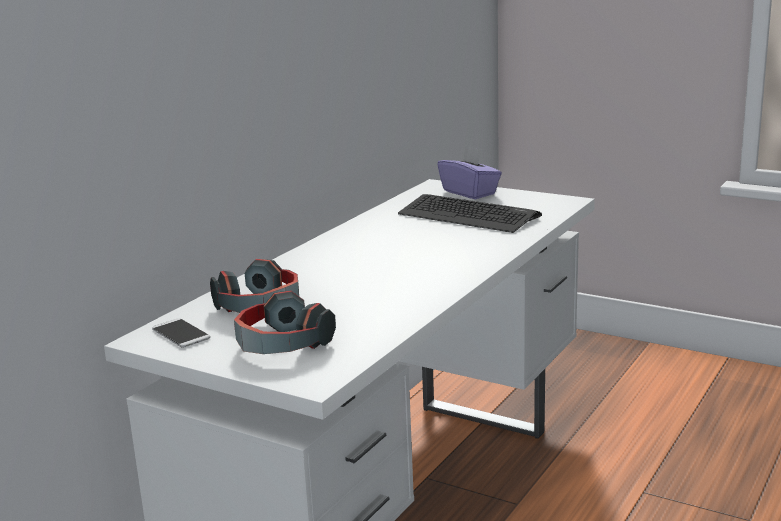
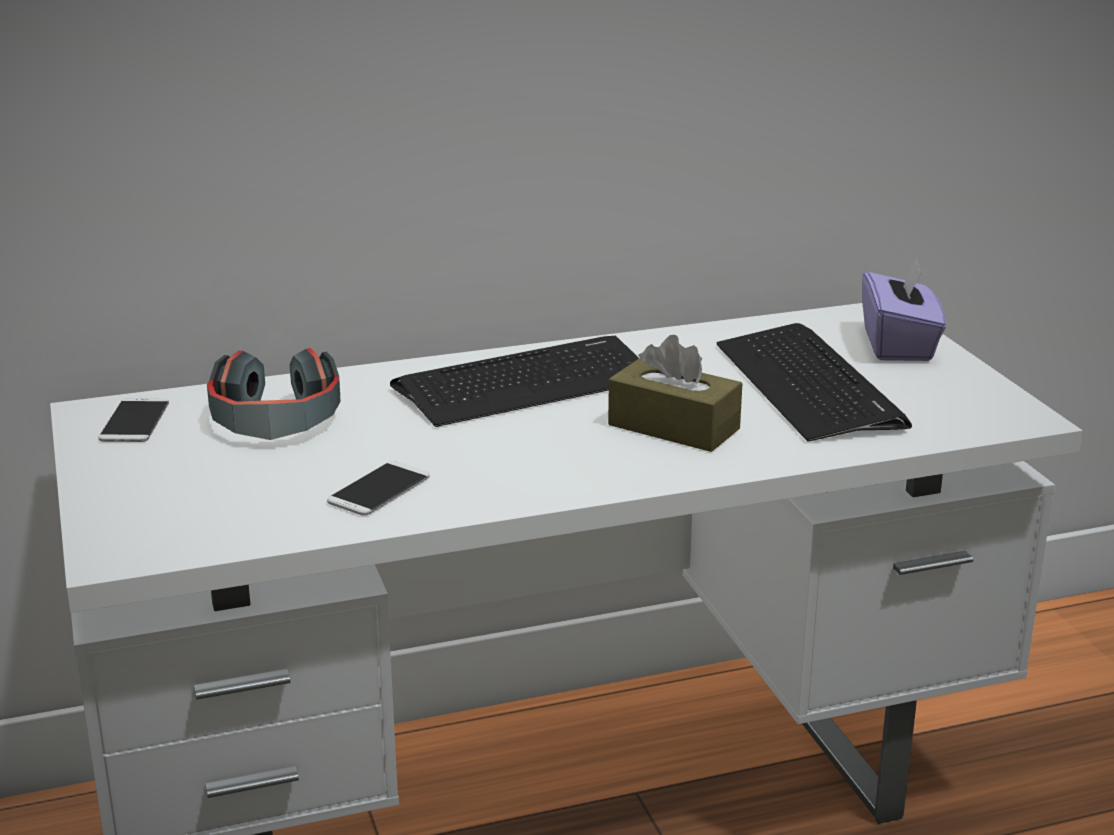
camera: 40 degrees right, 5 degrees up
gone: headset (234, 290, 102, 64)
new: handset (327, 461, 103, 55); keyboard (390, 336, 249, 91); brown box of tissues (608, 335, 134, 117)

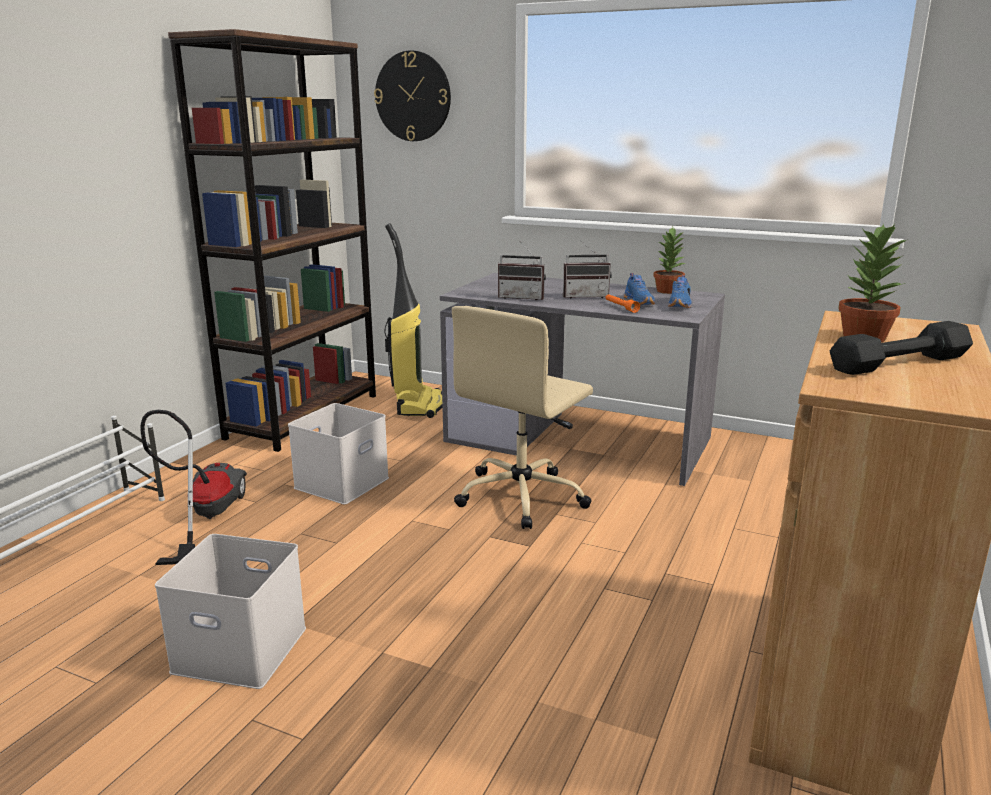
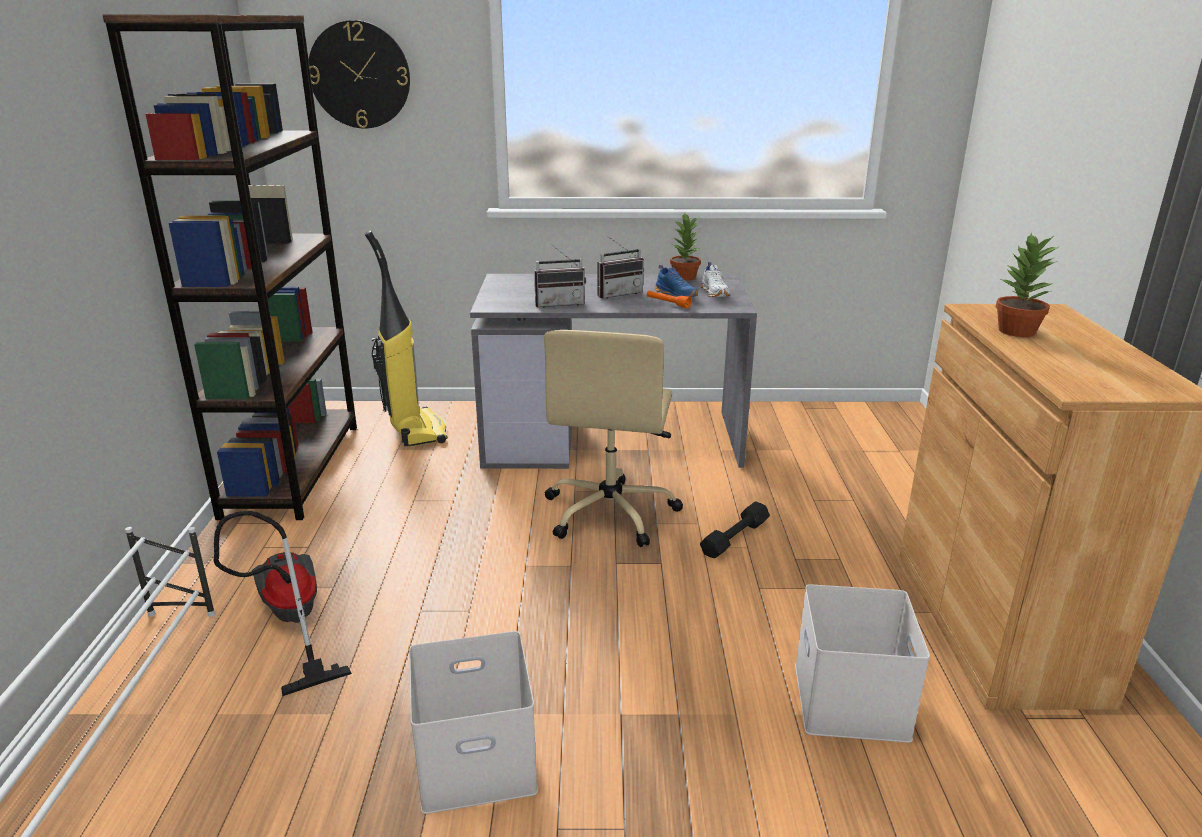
camera: 25 degrees left, 5 degrees up
shifted: blackish hand weight (830, 321, 143, 54) to (700, 501, 70, 57); white-coloured storage container (288, 403, 101, 101) to (795, 584, 135, 159)
repainted: blue item of footwear (668, 275, 24, 33) to white-coloured item of footwear (701, 262, 29, 35)

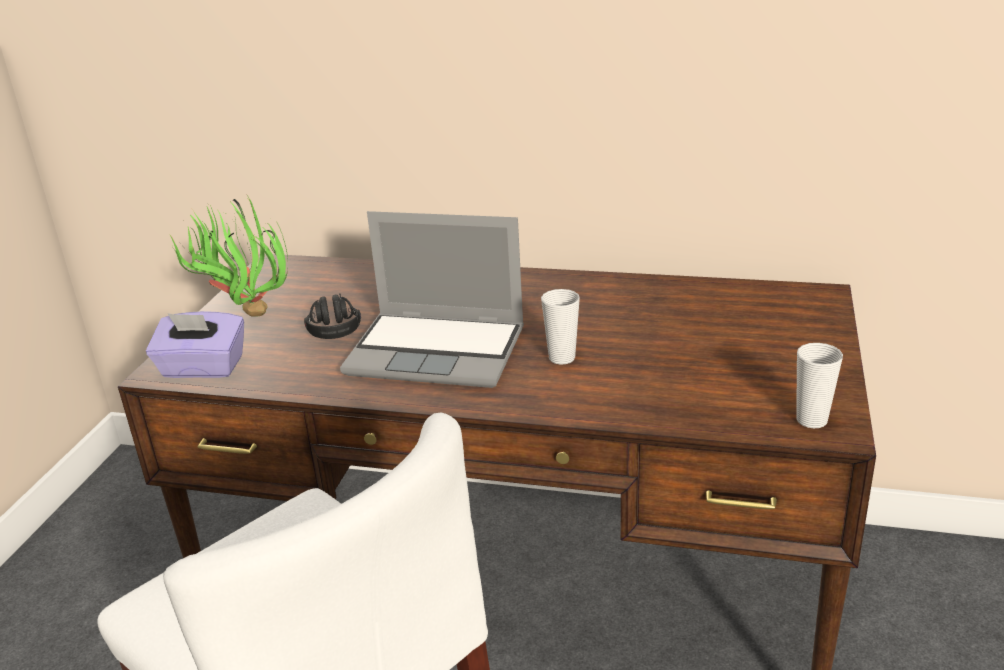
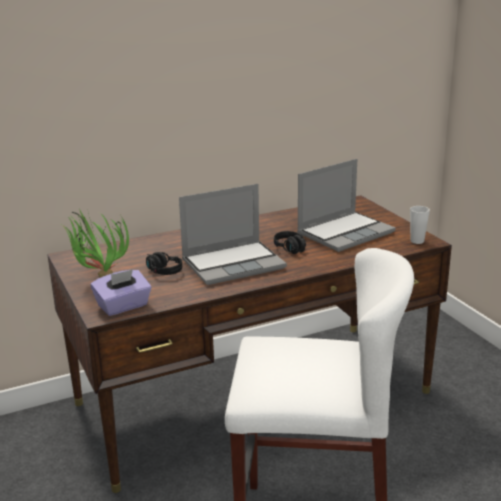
camera: 40 degrees left, 5 degrees down
new: portable computer (297, 159, 99, 93)
swapped: drinking cup (541, 289, 39, 76) to blackish headset (274, 231, 32, 23)

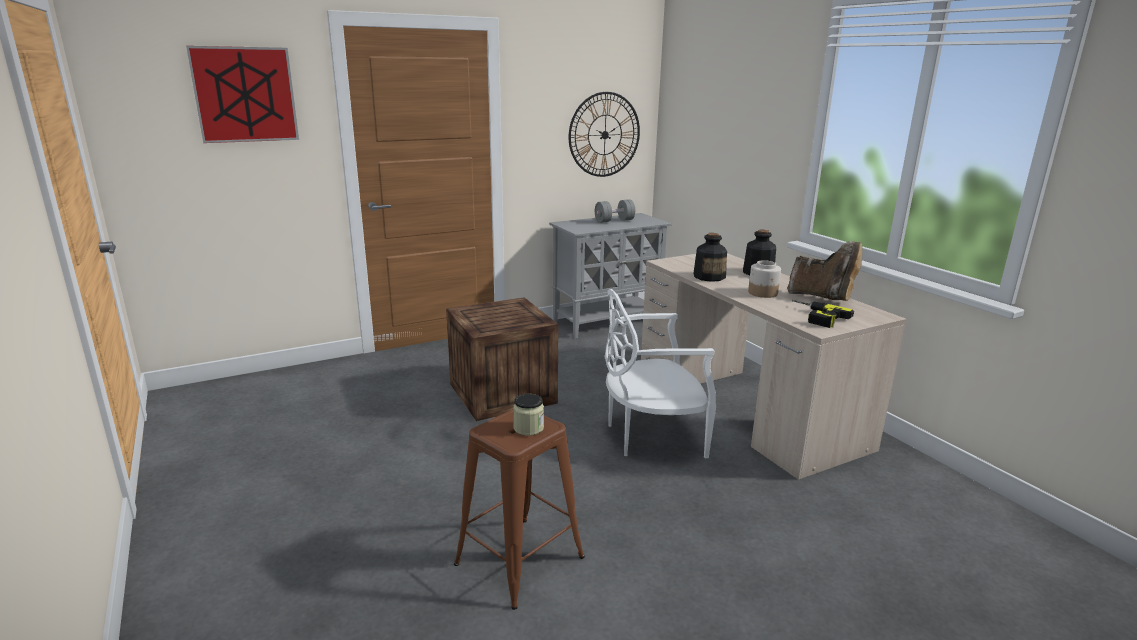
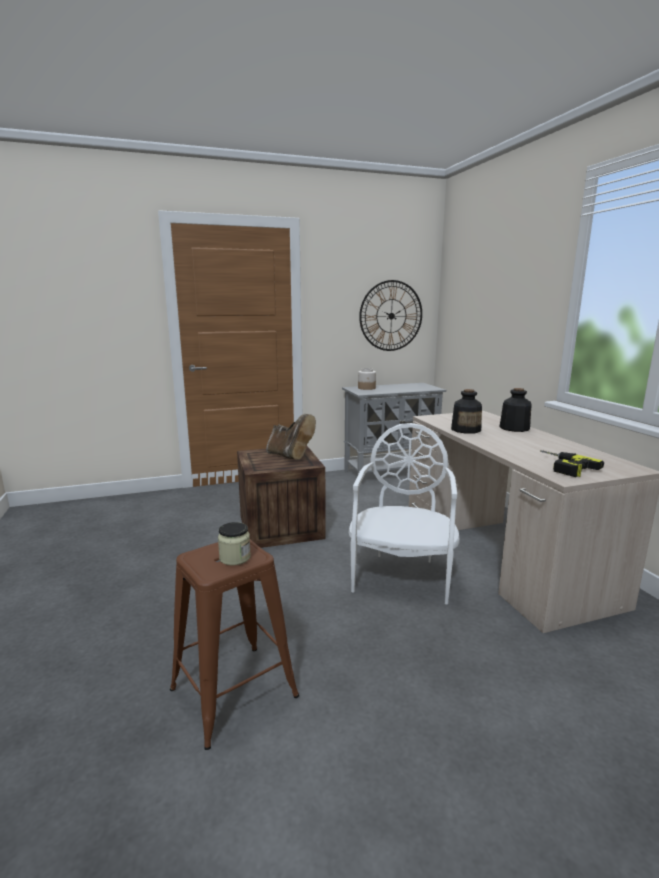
camera: 10 degrees right, 5 degrees down
gone: picture (186, 46, 113, 97); grey hand weight (595, 199, 40, 24)
shifted: brown high-top boot (788, 241, 74, 60) to (266, 414, 50, 46); storage jar (748, 260, 33, 38) to (358, 368, 18, 22)
rotated: white-coloured upright chair (605, 289, 111, 169) = (349, 423, 111, 181) 105 degrees clockwise

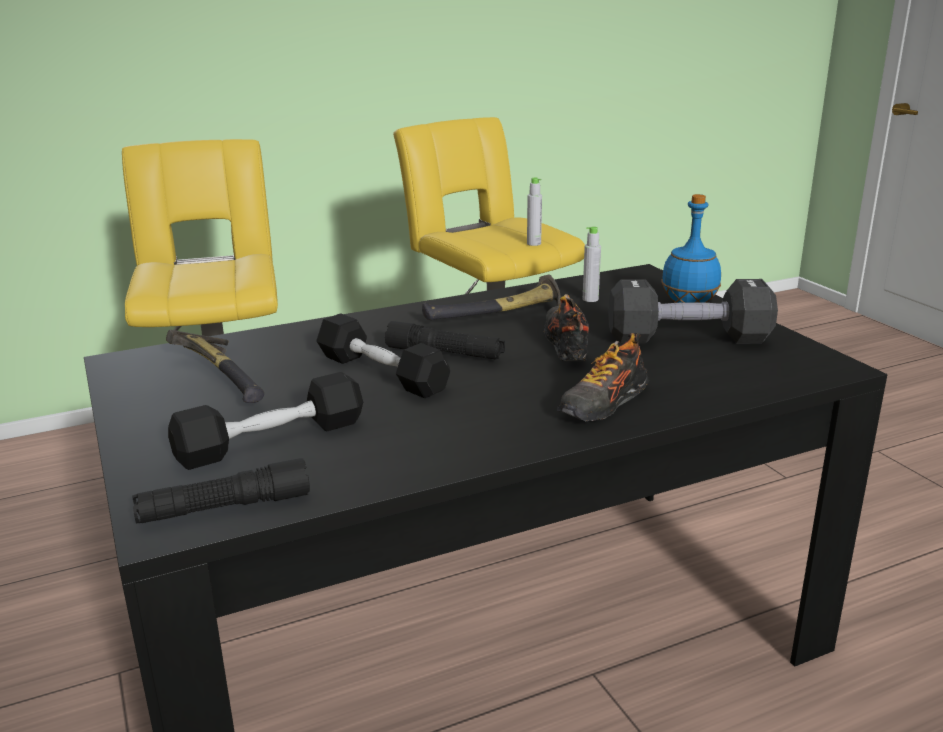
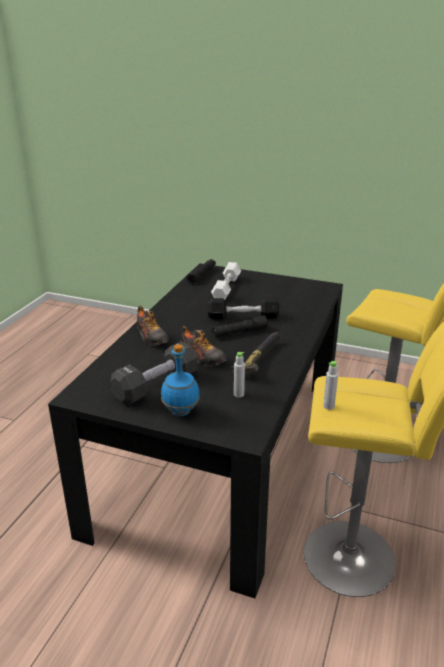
camera: 135 degrees right, 5 degrees up
gone: hand hammer (166, 330, 98, 73)
repainted: blackish hand weight (168, 372, 195, 98) to white-coloured hand weight (211, 262, 30, 38)
rotated: item of footwear (557, 333, 92, 88) = (137, 305, 32, 40) 150 degrees clockwise

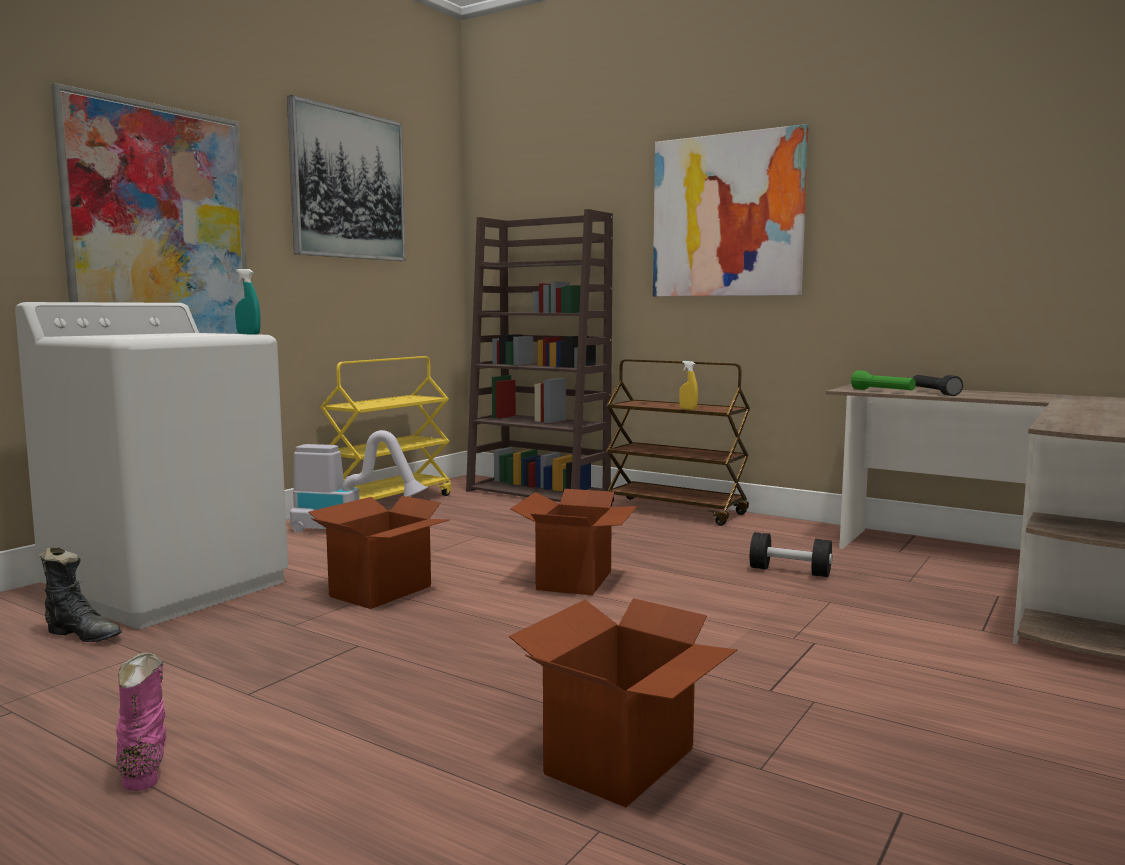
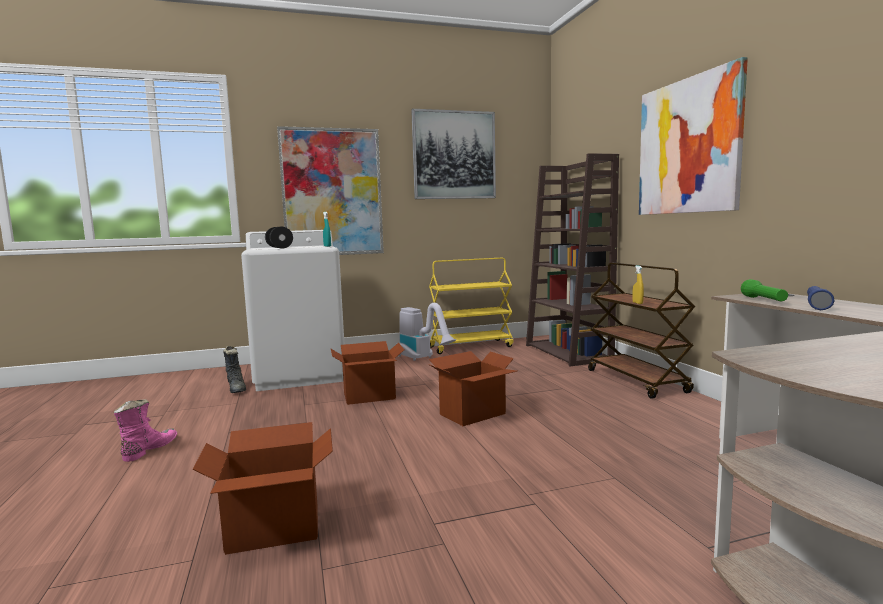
camera: 40 degrees right, 0 degrees up
shifted: blackish hand weight (750, 532, 82, 45) to (265, 227, 28, 21)
repainted: blackish torch (913, 375, 50, 21) to blue torch (807, 286, 28, 24)

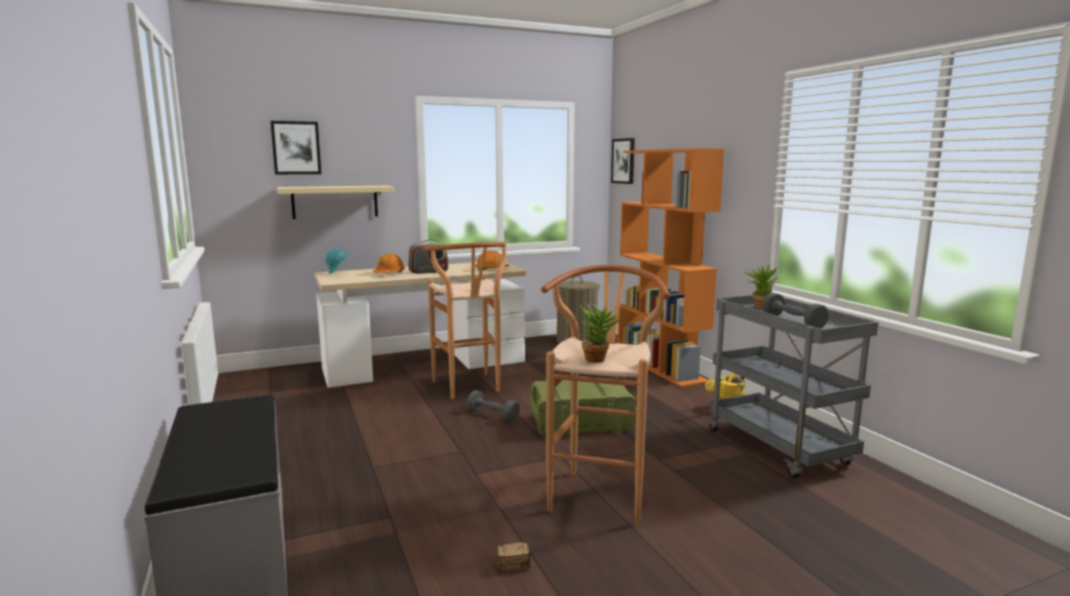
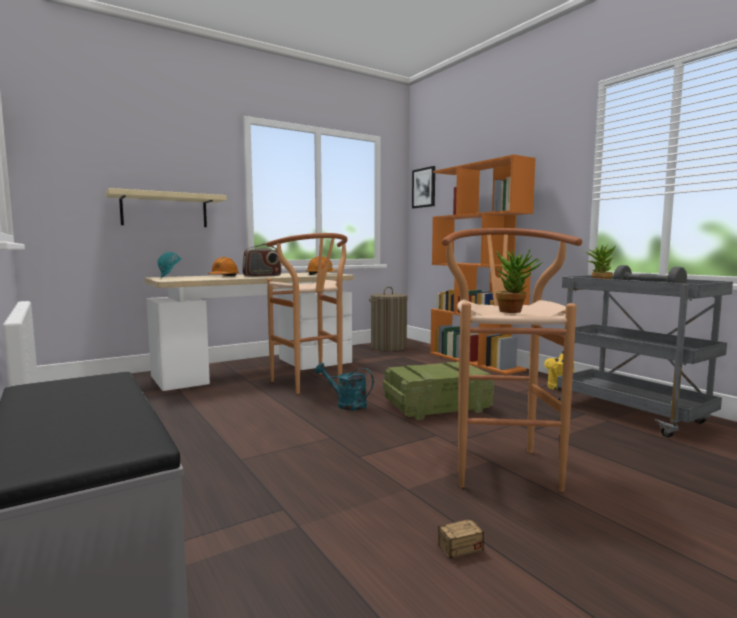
camera: 10 degrees left, 5 degrees down
gone: picture (270, 121, 51, 53)
swapped: grey hand weight (467, 390, 53, 32) to turquoise watering can (315, 363, 59, 48)

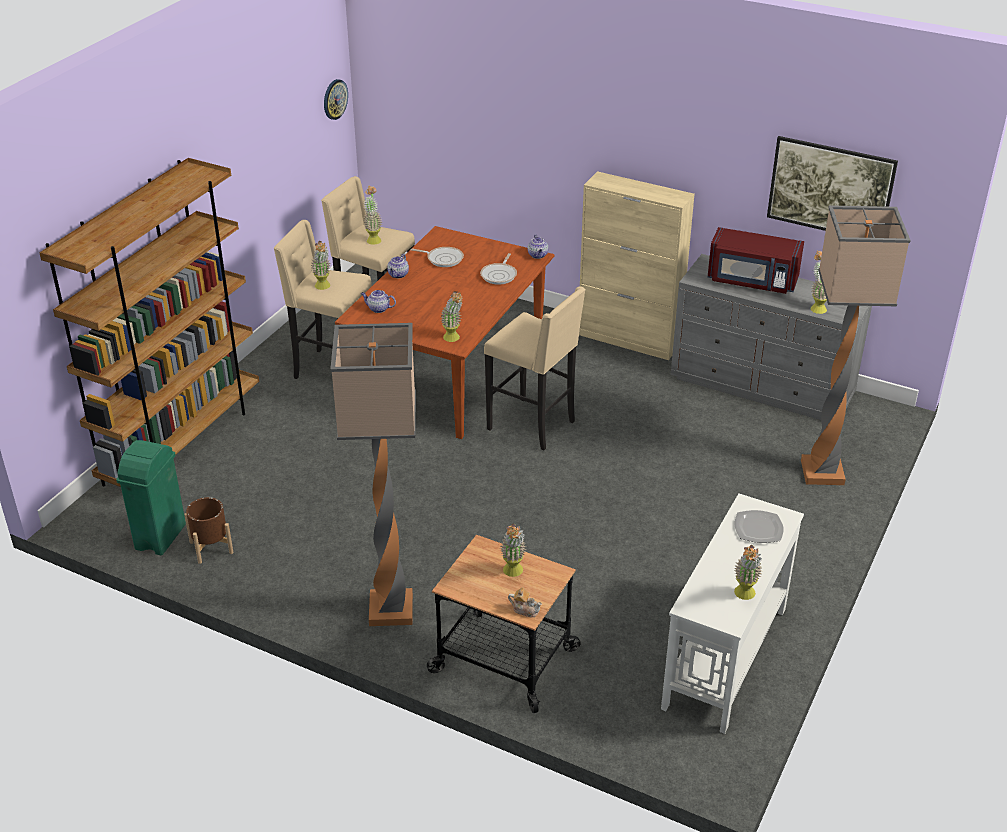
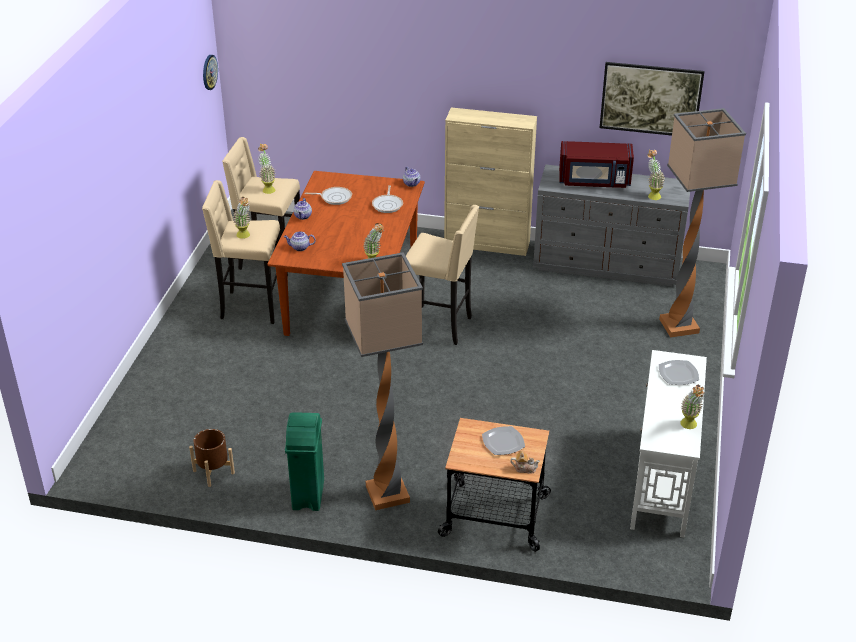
camera: 15 degrees left, 0 degrees up
gone: brown shelving unit (39, 158, 220, 329)
shifted: green-coloured waste bin (116, 440, 70, 115) to (285, 412, 39, 99)
swapped: potted plant (500, 524, 26, 53) to dinner plate (482, 426, 43, 29)

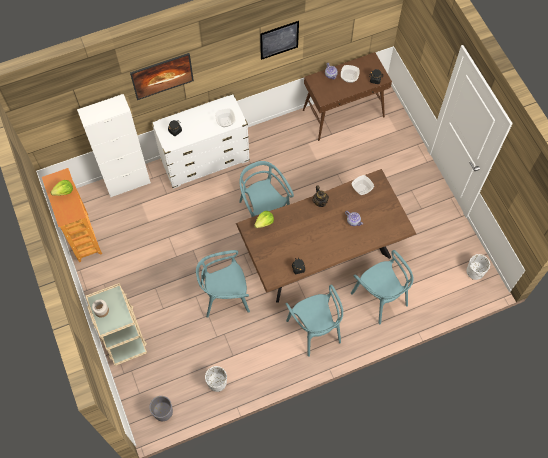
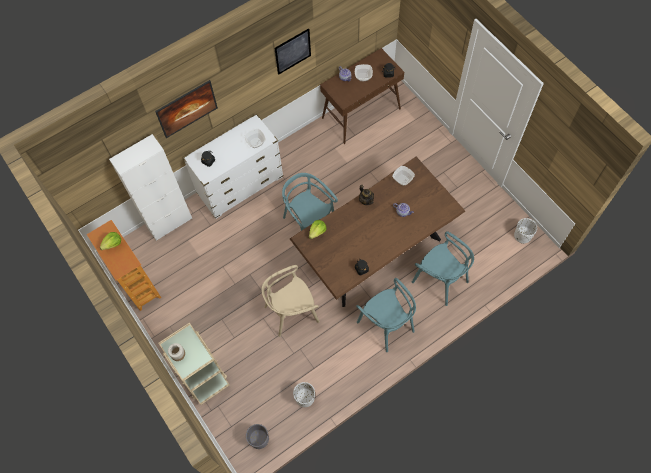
camera: 10 degrees left, 0 degrees up
repainted: turquoise upright chair (196, 250, 54, 68) to beige upright chair (261, 265, 59, 72)

